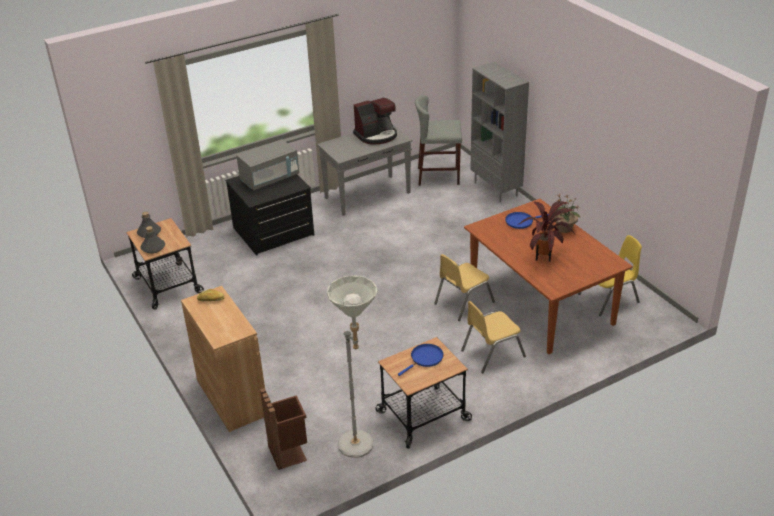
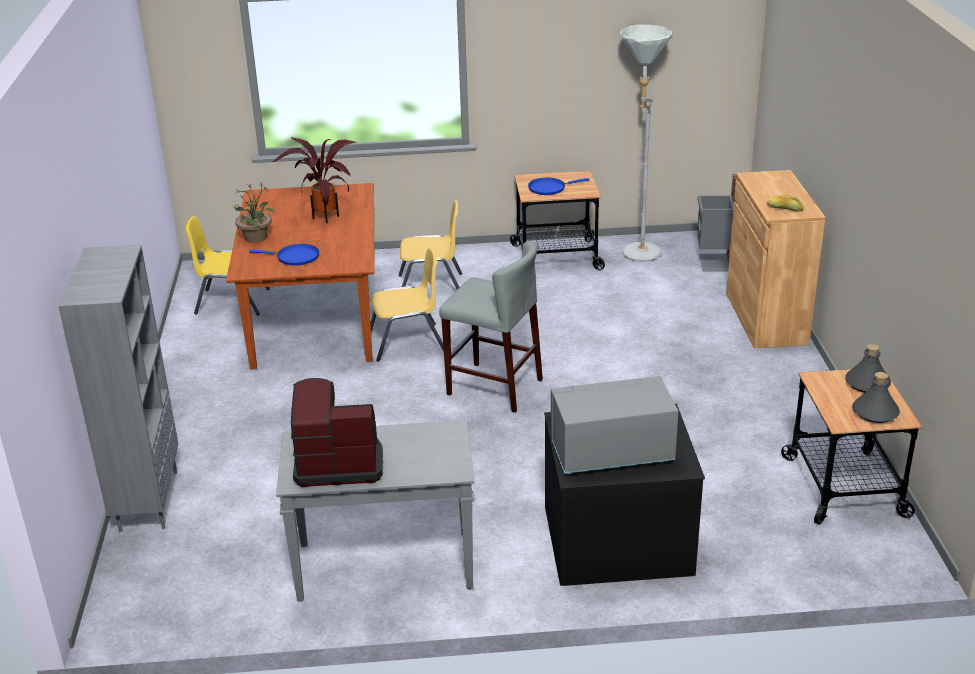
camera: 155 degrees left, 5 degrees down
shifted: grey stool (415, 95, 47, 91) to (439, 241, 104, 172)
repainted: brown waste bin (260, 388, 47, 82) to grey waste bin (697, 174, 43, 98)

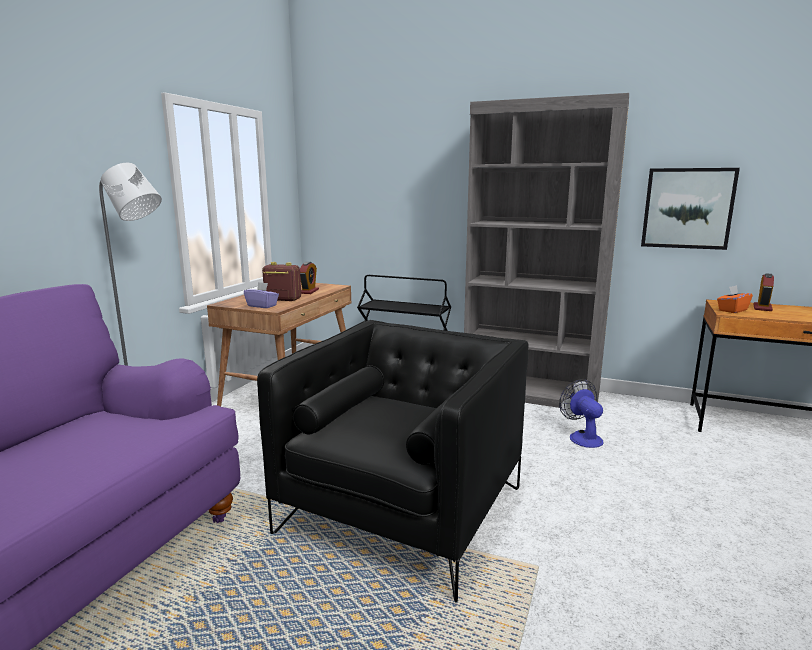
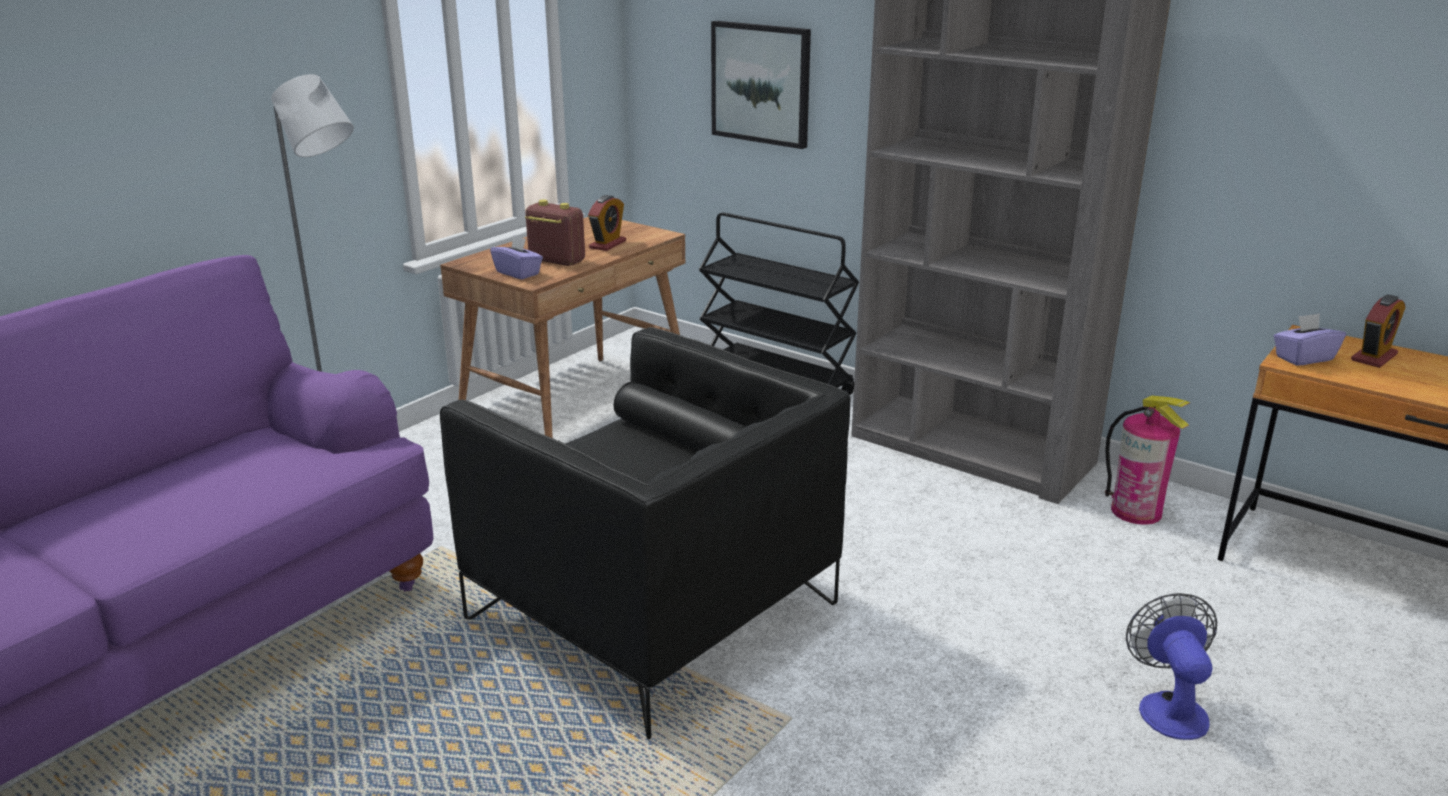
camera: 15 degrees right, 10 degrees up
new: extinguisher (1105, 396, 85, 129)
shifted: picture (641, 168, 99, 82) to (711, 21, 100, 128); fan (559, 379, 45, 69) to (1126, 593, 91, 147)
repainted: orange box of tissues (717, 285, 36, 28) to purple box of tissues (1274, 313, 72, 53)
rotated: blackish easy chair (257, 320, 271, 282) = (440, 327, 410, 412) 90 degrees clockwise

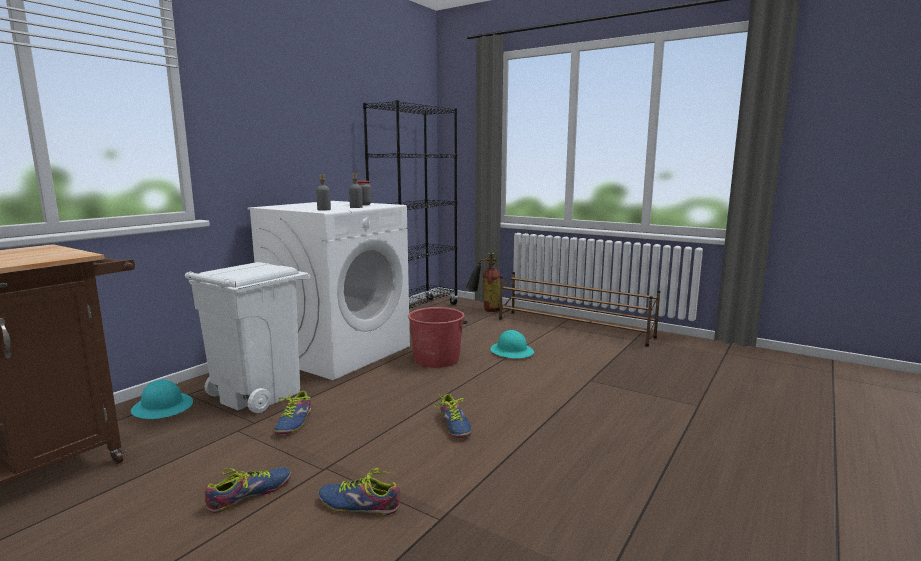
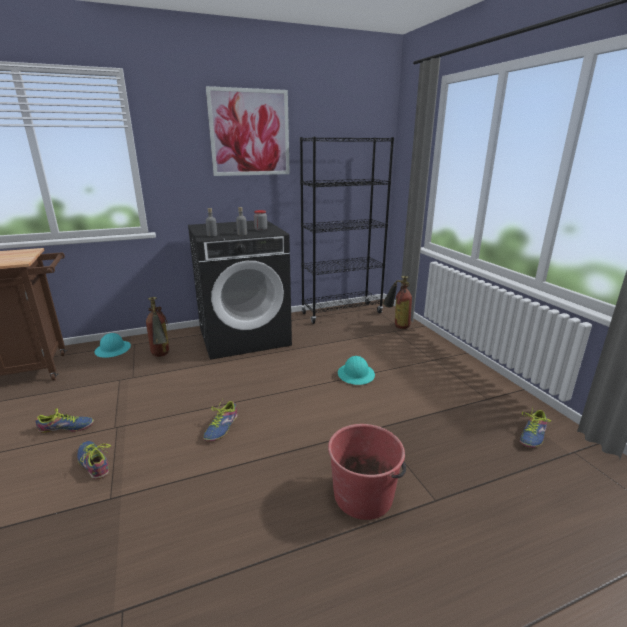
camera: 35 degrees right, 10 degrees up
gone: brown shoe stand (499, 272, 161, 75)
new: picture (206, 86, 84, 90)
shifted: red-coloured pail (408, 307, 59, 61) to (328, 424, 78, 96); item of footwear (274, 389, 37, 45) to (520, 406, 31, 42)
swapped: white-coloured waste bin (185, 262, 125, 151) to extinguisher (146, 297, 23, 60)
repainted: white-coloured laundry machine (248, 201, 162, 179) to blackish laundry machine (188, 221, 104, 139)

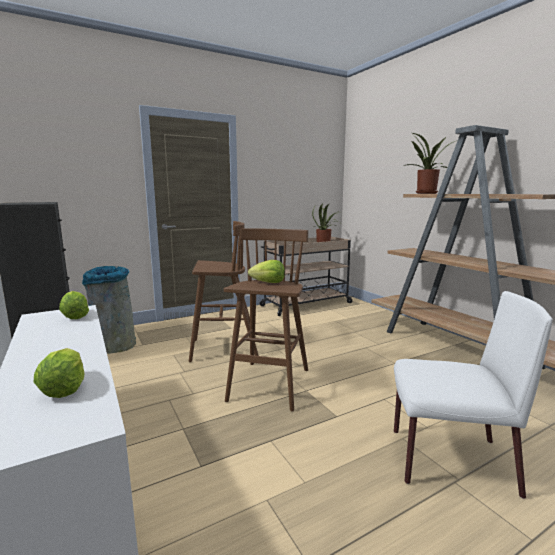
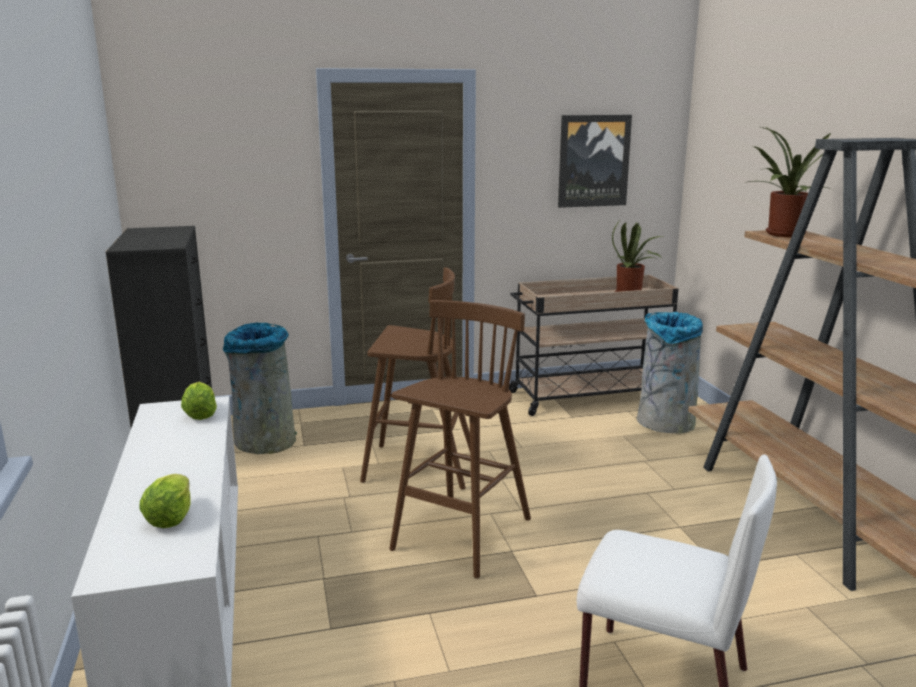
camera: 15 degrees right, 5 degrees up
gone: lettuce (248, 260, 37, 23)
new: picture (558, 115, 74, 93); grey waste bin (636, 312, 67, 122)

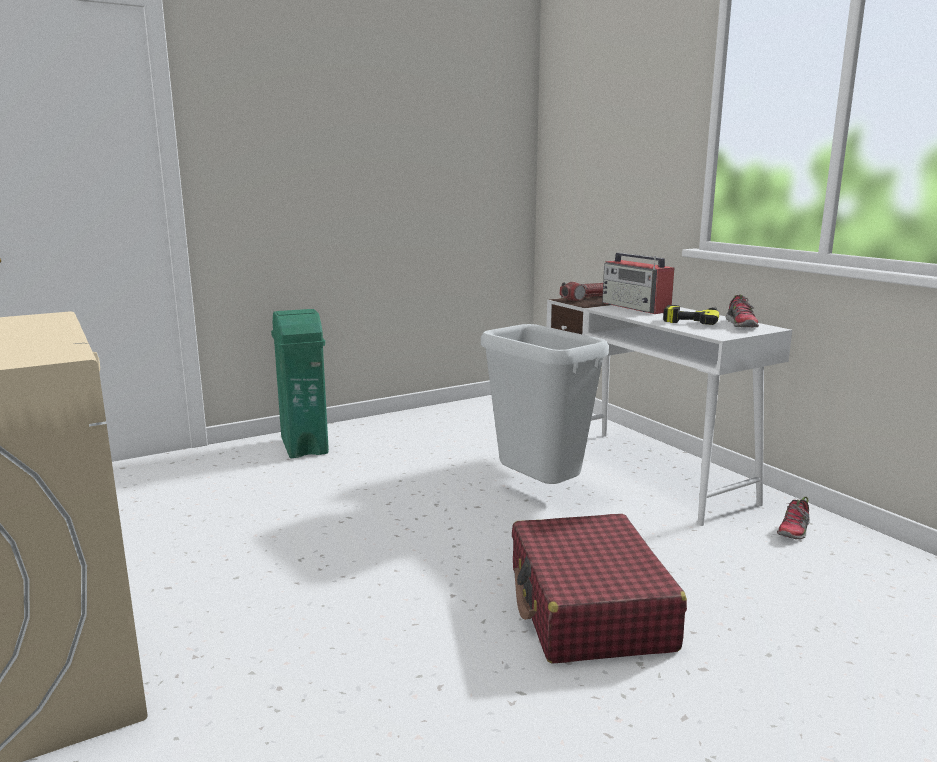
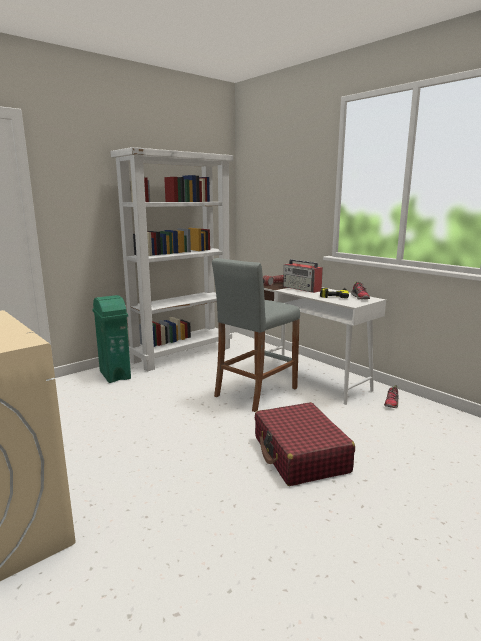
camera: 10 degrees left, 0 degrees up
new: white-coloured shelving unit (110, 147, 123, 225)
swapped: grey waste bin (481, 324, 128, 160) to grey stool (212, 258, 88, 154)

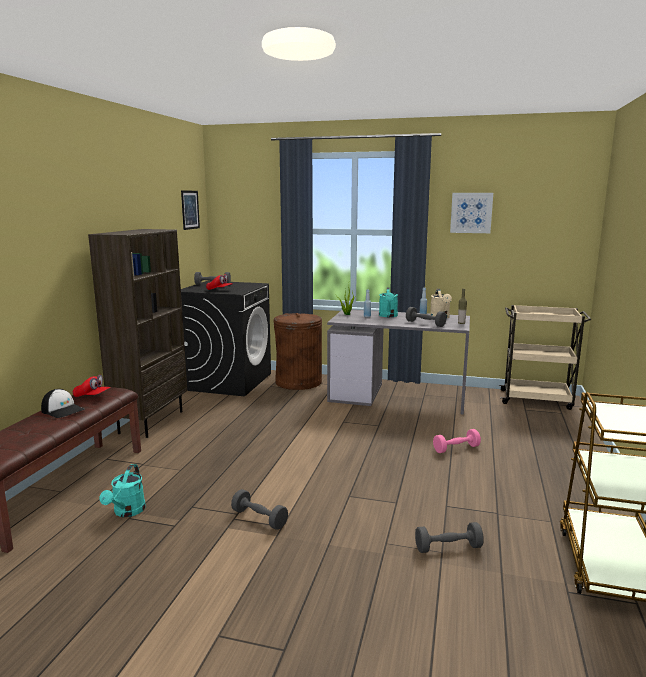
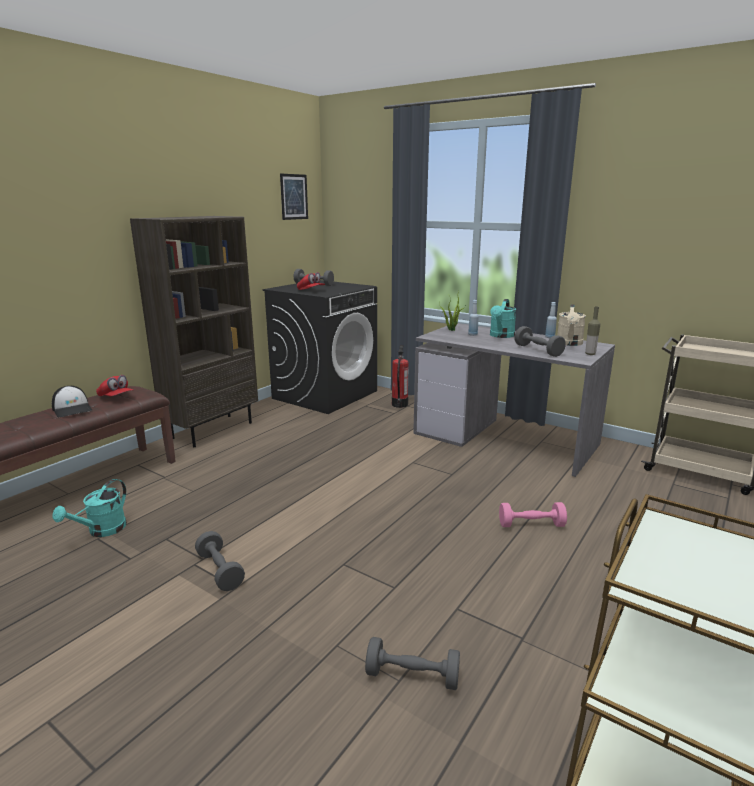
camera: 20 degrees right, 5 degrees up
gone: picture (450, 193, 43, 40)
swapped: brown waste bin (273, 313, 49, 77) to extinguisher (392, 345, 17, 63)

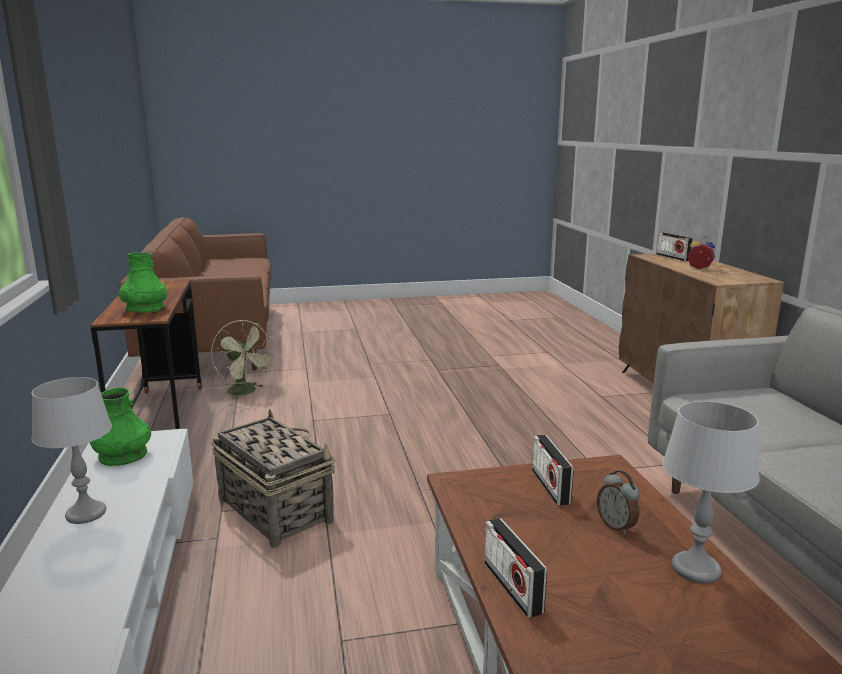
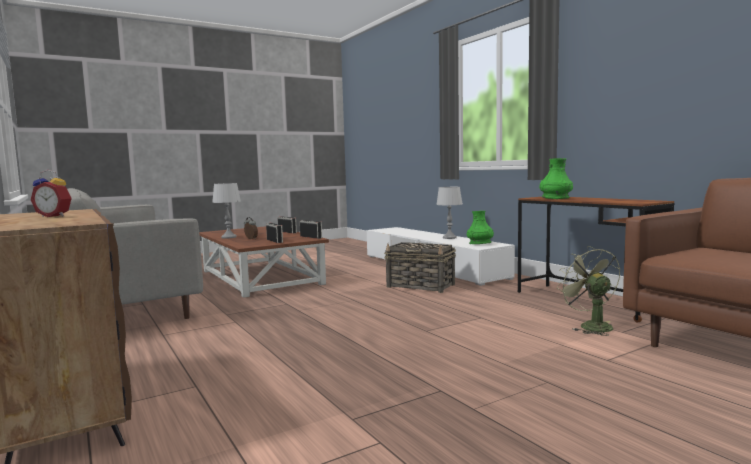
camera: 160 degrees right, 10 degrees down
shifted: radio (656, 232, 37, 29) to (300, 220, 22, 19)
rotated: green-coloured fan (211, 320, 64, 80) = (557, 246, 63, 90) 45 degrees clockwise

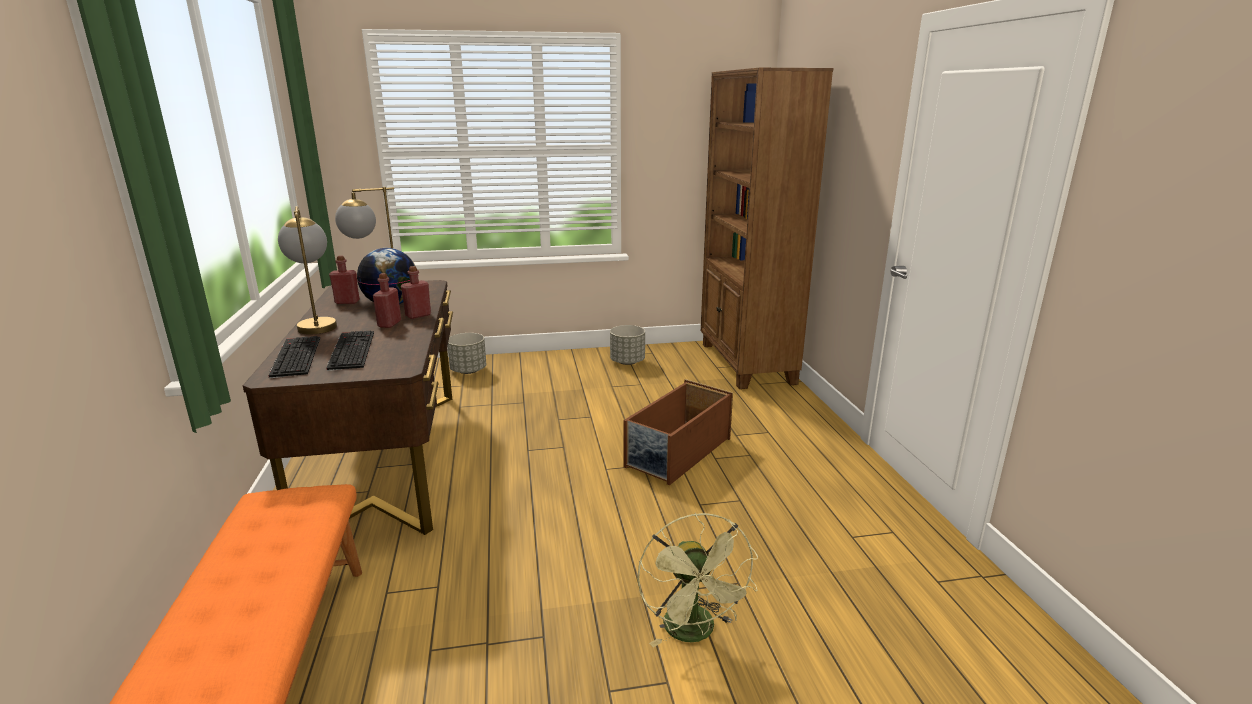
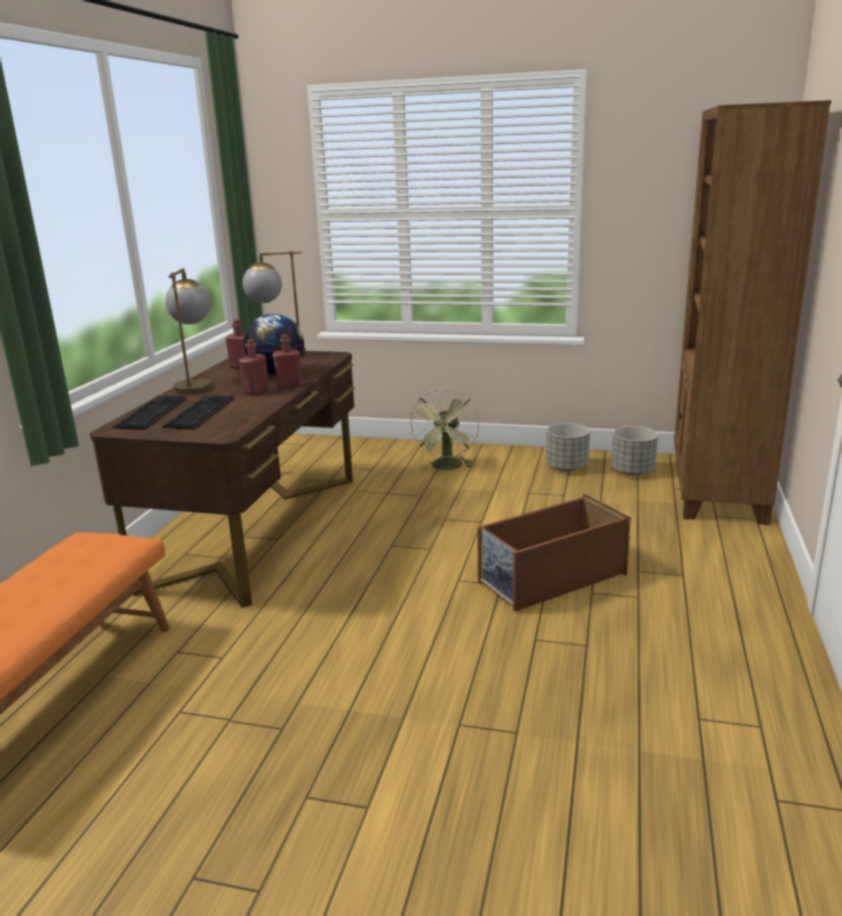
camera: 25 degrees right, 0 degrees up
shifted: green-coloured fan (637, 513, 121, 134) to (410, 388, 69, 82); grey plant pot (447, 333, 39, 41) to (611, 426, 47, 49)

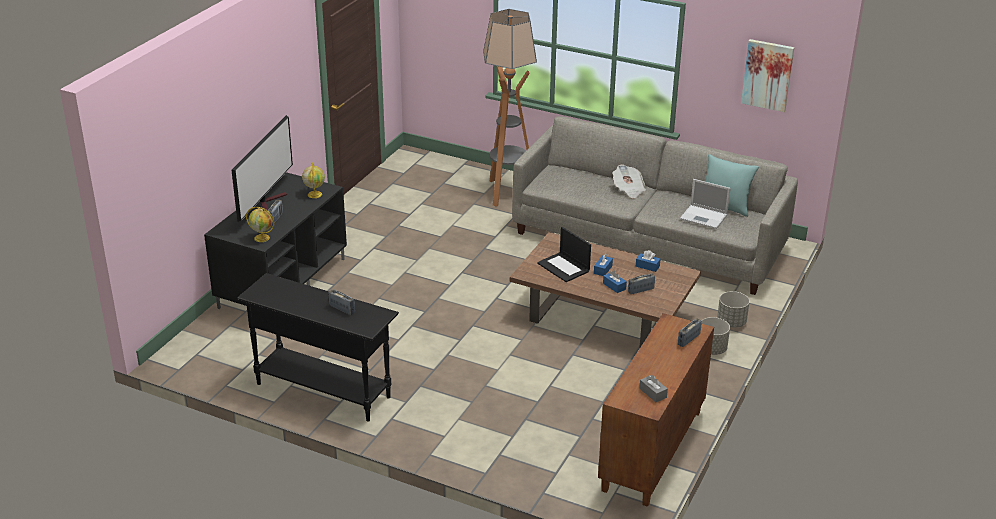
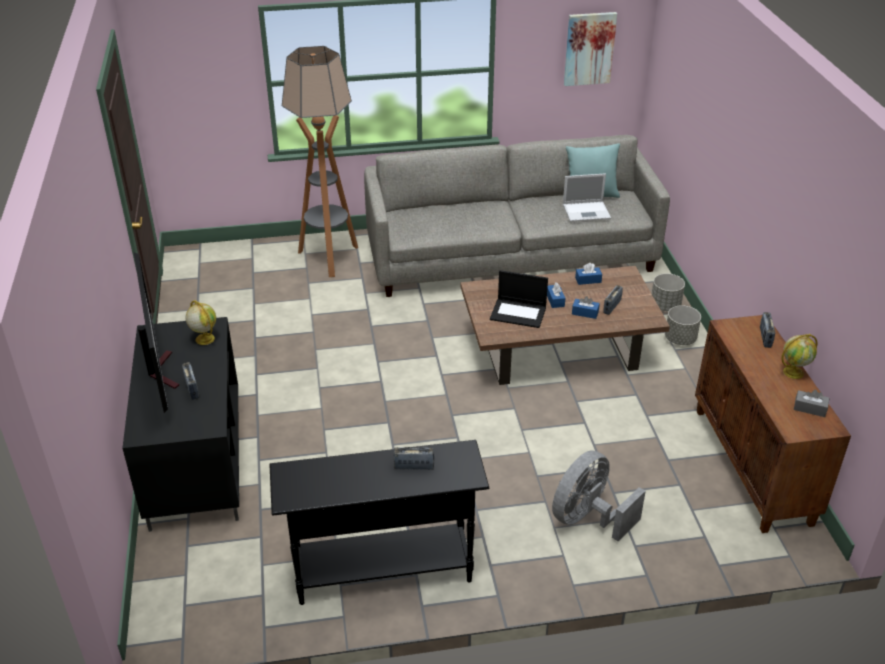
camera: 35 degrees left, 5 degrees up
gone: daily paper (612, 164, 34, 35)
new: grey fan (552, 450, 94, 91)
shifted: globe (246, 207, 28, 35) to (781, 334, 37, 45)

